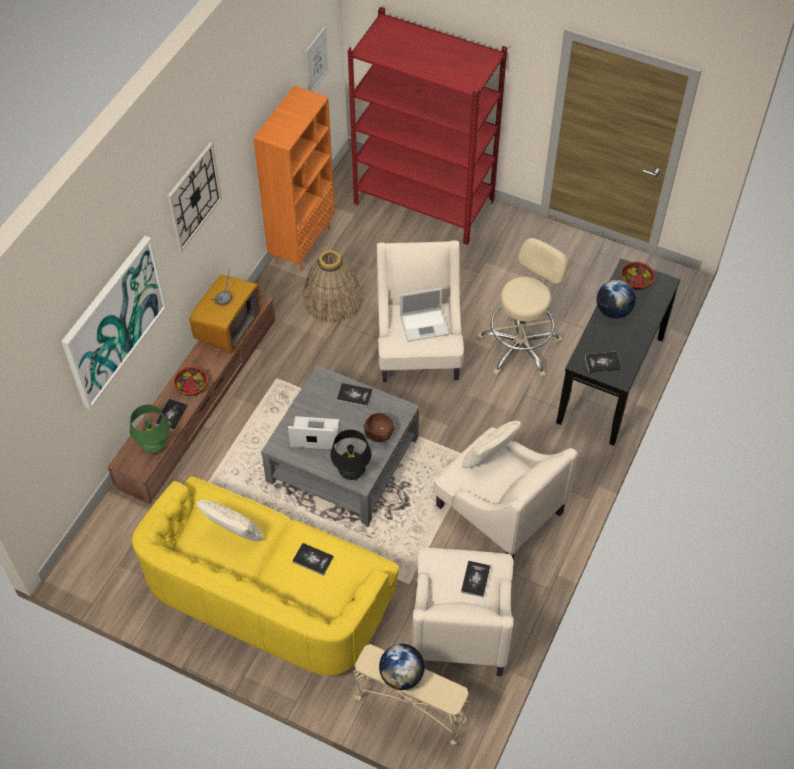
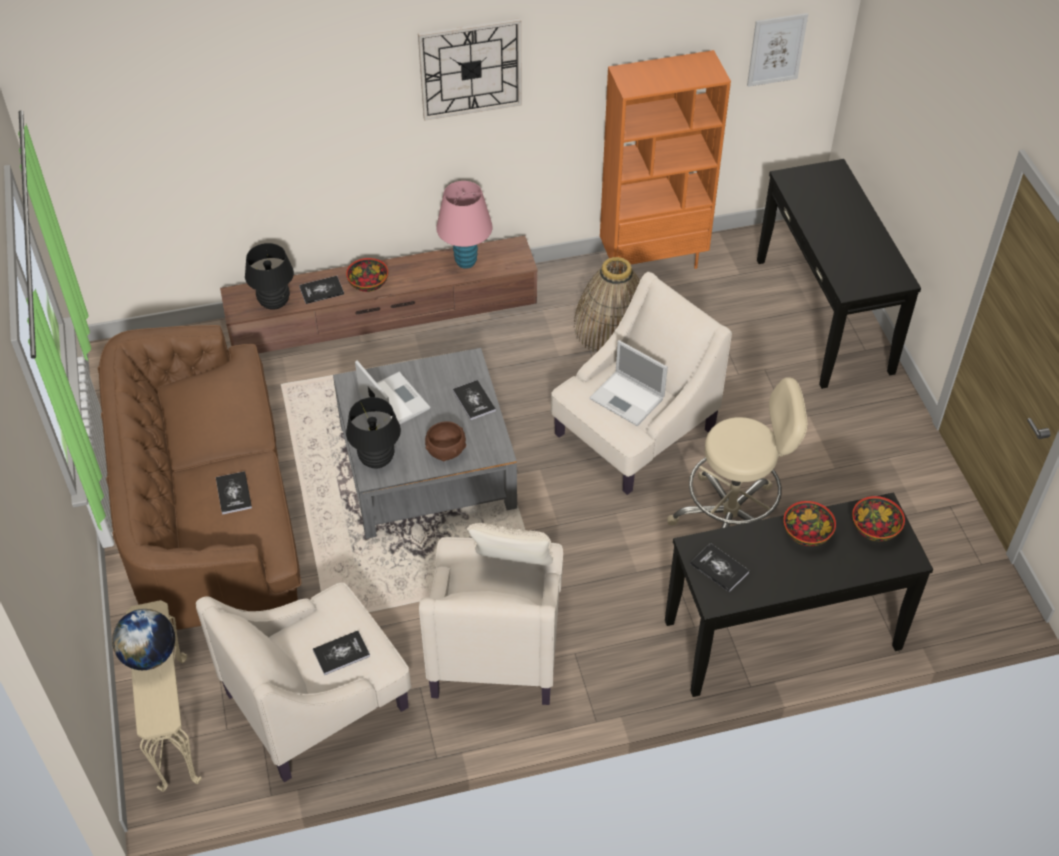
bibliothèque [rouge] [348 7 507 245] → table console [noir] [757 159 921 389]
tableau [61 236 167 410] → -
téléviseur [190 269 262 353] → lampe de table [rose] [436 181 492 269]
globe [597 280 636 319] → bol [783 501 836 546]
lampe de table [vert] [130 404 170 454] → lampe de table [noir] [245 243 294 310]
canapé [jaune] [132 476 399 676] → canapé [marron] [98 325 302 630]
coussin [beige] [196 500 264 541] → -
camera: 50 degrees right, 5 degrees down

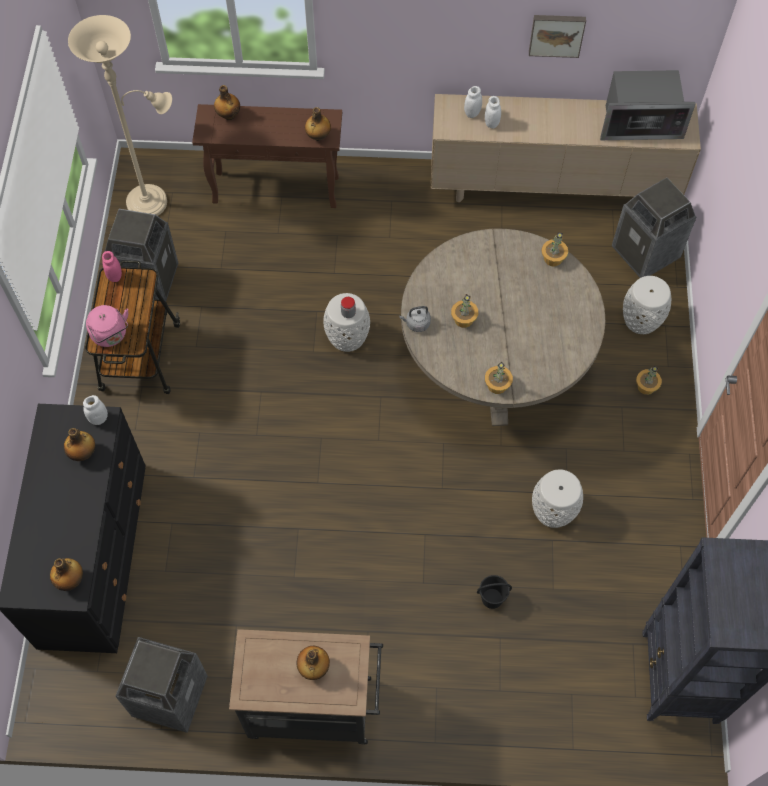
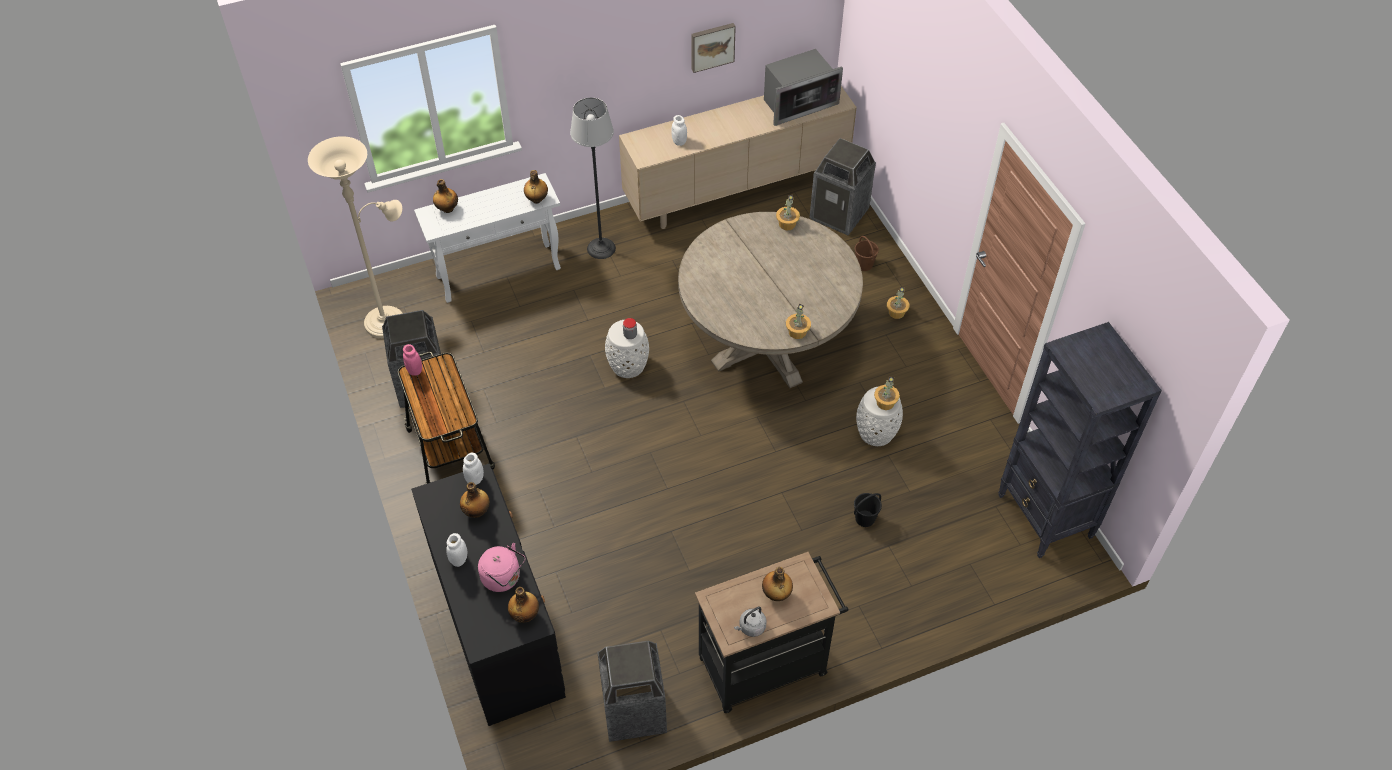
bocal [blanc] [464 86 482 118] → bocal [blanc] [446 533 467 567], shifted
table console [marron] [192 104 342 208] → table console [blanc] [414 173 561 303]
tabouret [blanc] [623 276 671 334] → seau [marron] [855 236 879 271]
plante en pot [451 294 478 328] → plante en pot [874 377 900 410], shifted
bouilloire [rose] [86 305 128 347] → bouilloire [rose] [478 543 526 592], shifted
bouilloire [gris] [399 306 431 332] → bouilloire [gris] [734 606 767 637], shifted
- → lampadaire [570 98 616 259]
camera: 25 degrees left, 10 degrees down

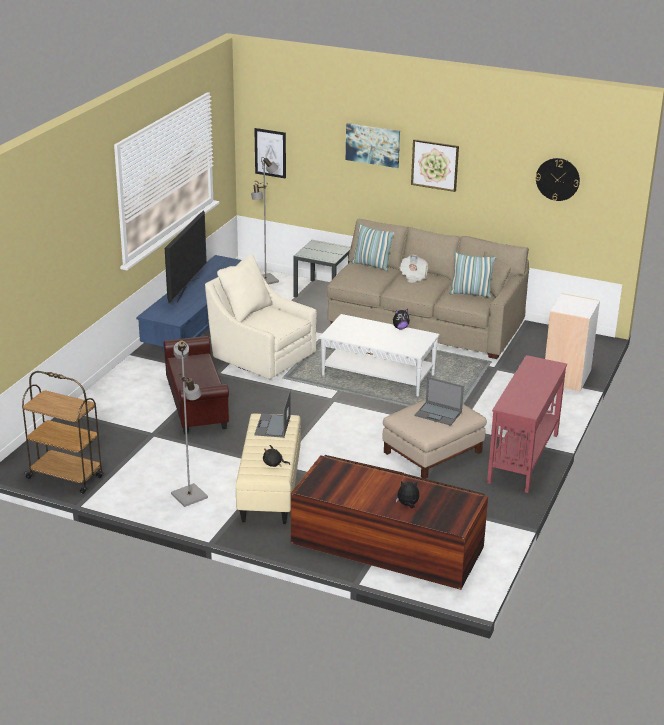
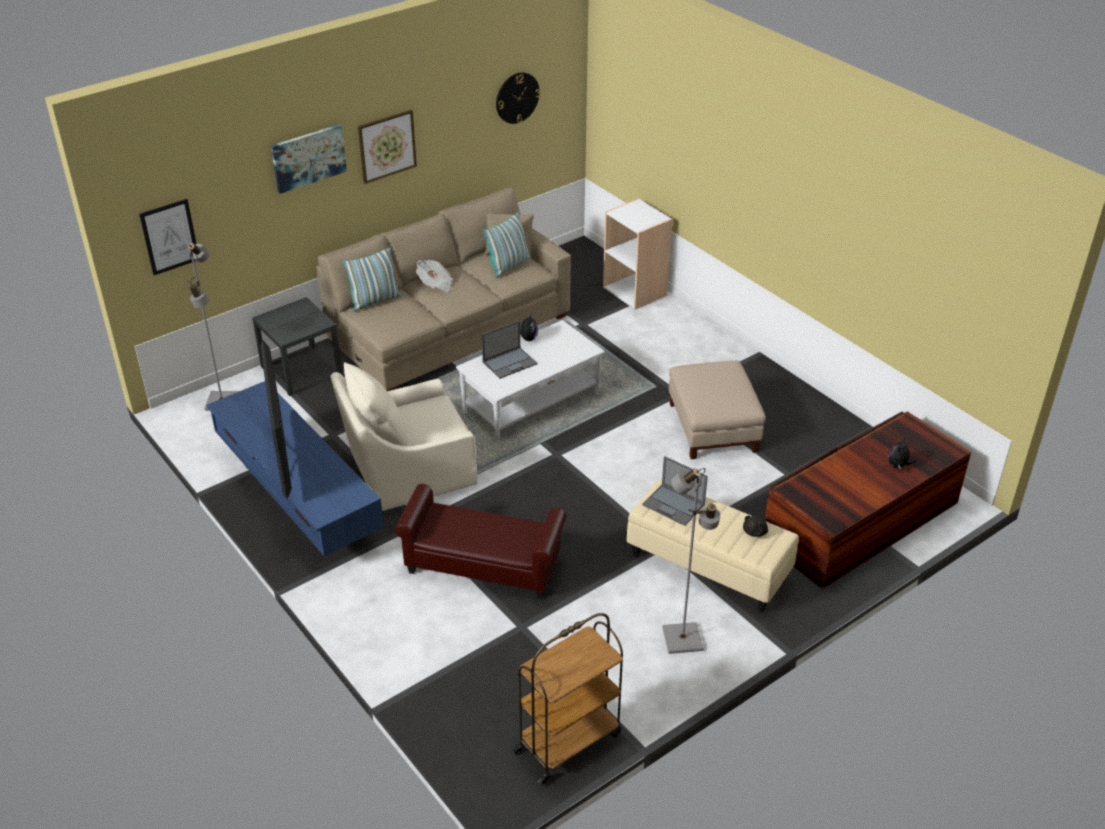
téléviseur [165 210 207 303] → téléviseur [260 341 292 499], 150 degrees counterclockwise
table console [rouge] [487 355 567 493] → -
ordinateur portable [415 377 464 426] → ordinateur portable [482 321 537 379], shifted
camera: 60 degrees left, 10 degrees up

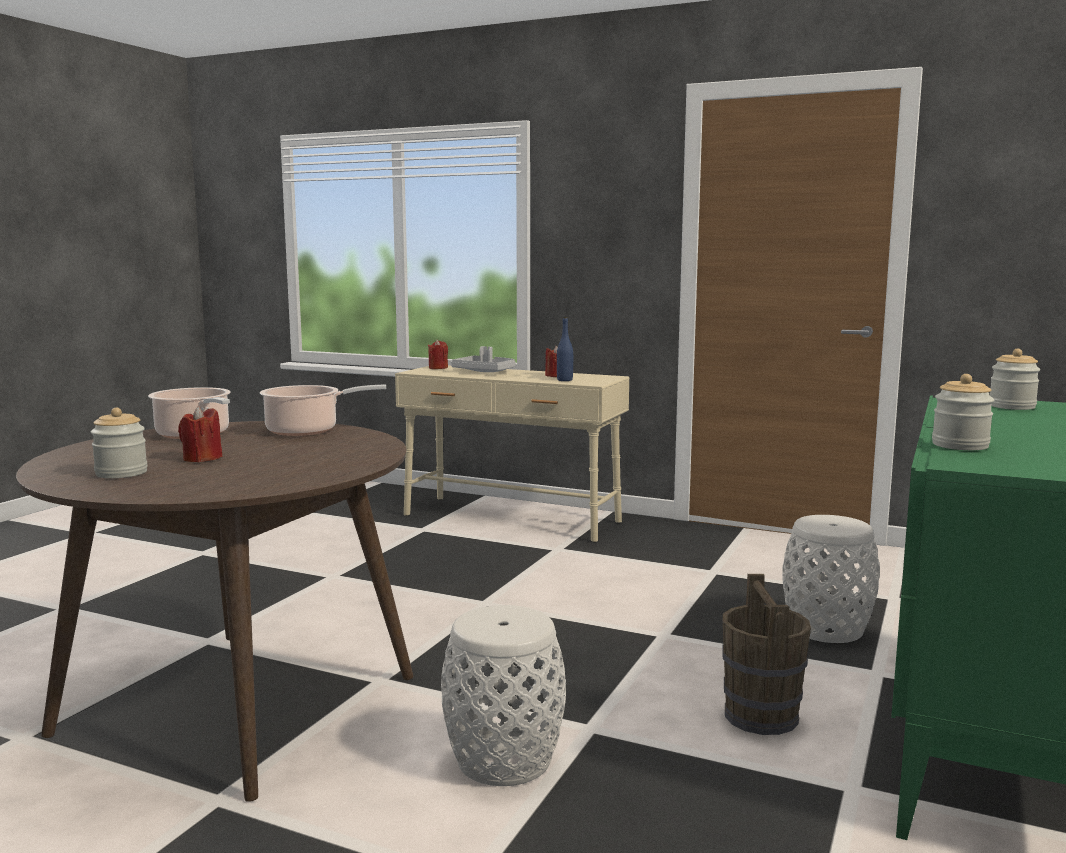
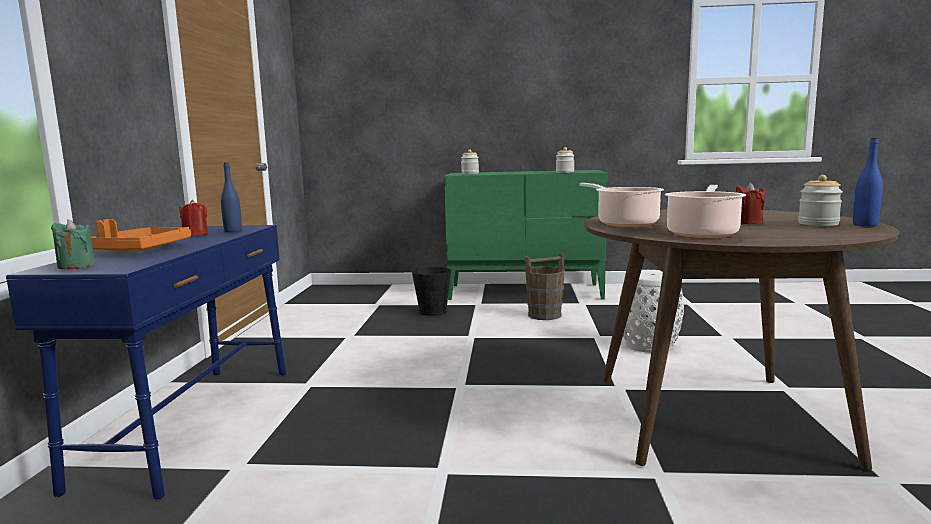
bougie [rouge] [428 340 448 369] → bougie [vert] [51 219 95 269]
plateau [gris] [451 346 516 372] → plateau [orange] [91 219 191 252]
table console [beige] [395 365 630 542] → table console [bleu] [6 225 286 499]
tabouret [blanc] [782 515 880 643] → seau [noir] [411 267 451 316]
- → bouteille [bleu] [853 138 883 226]
camera: 110 degrees left, 0 degrees up

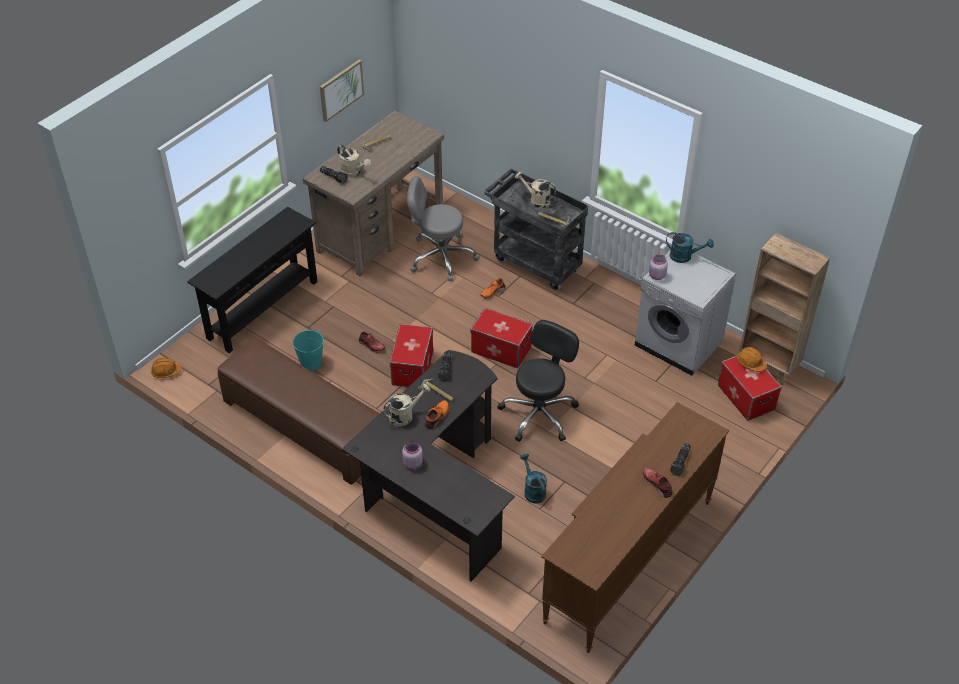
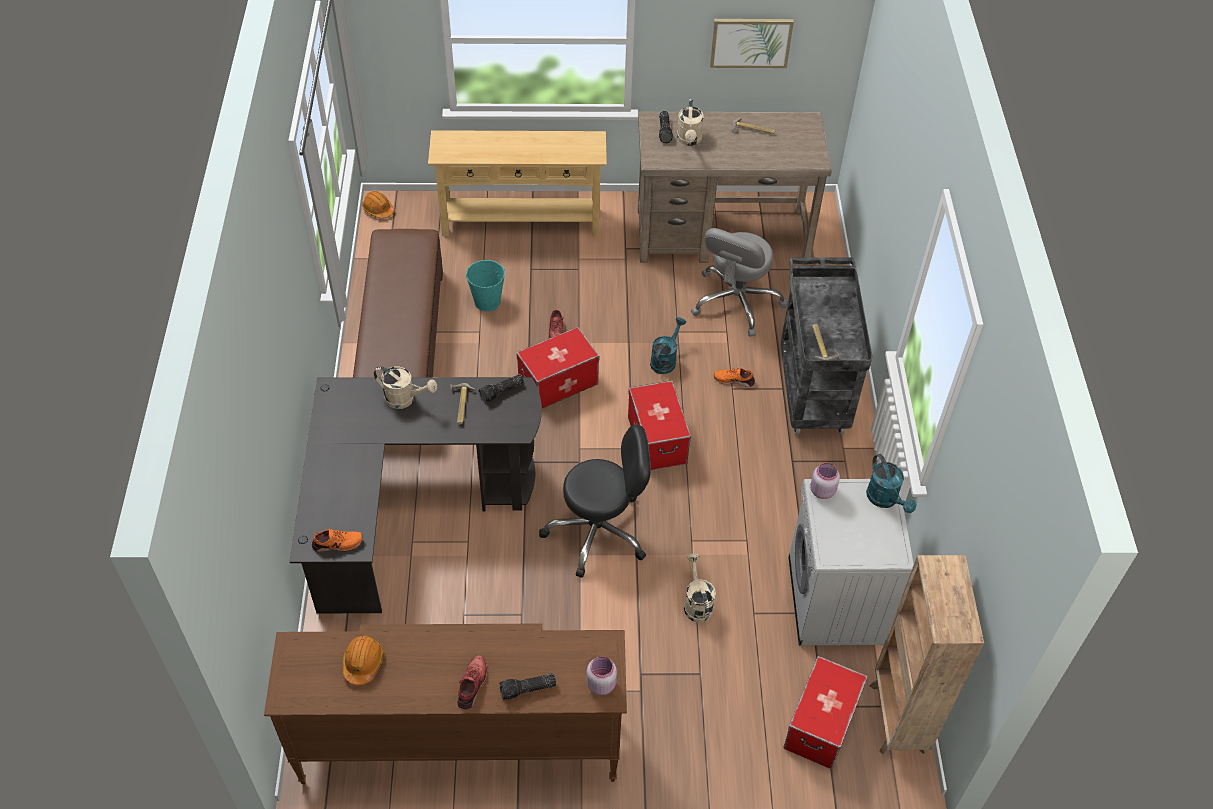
arrosoir [beige] [515 172 556 208] → arrosoir [beige] [684 553 716 623], shifted
chaise de bureau [gris] [407 176 480 281] → chaise de bureau [gris] [691 228 788 337], 120 degrees counterclockwise
table console [noir] [187 207 318 353] → table console [beige] [428 130 607 236]
casque de chantier [orange] [737 347 767 372] → casque de chantier [orange] [343 636 383 686], shifted
chaussure [orange] [425 401 449 429] → chaussure [orange] [312 529 363 552], shifted
bocal [rose] [402 441 423 469] → bocal [rose] [586 656 617 695], shifted
arrosoir [turquoise] [520 454 547 503] → arrosoir [turquoise] [650 317 686 374], shifted
camera: 50 degrees right, 5 degrees up

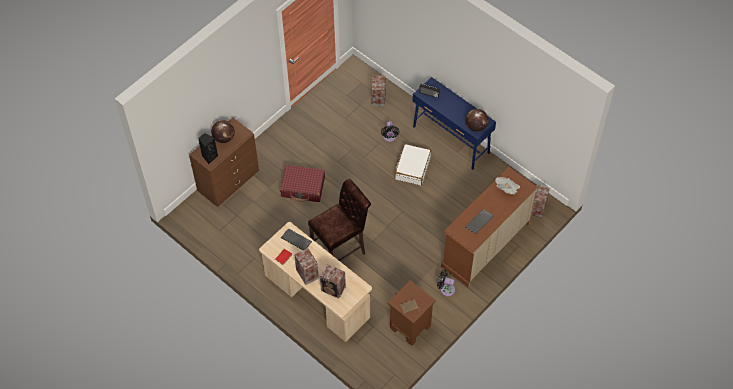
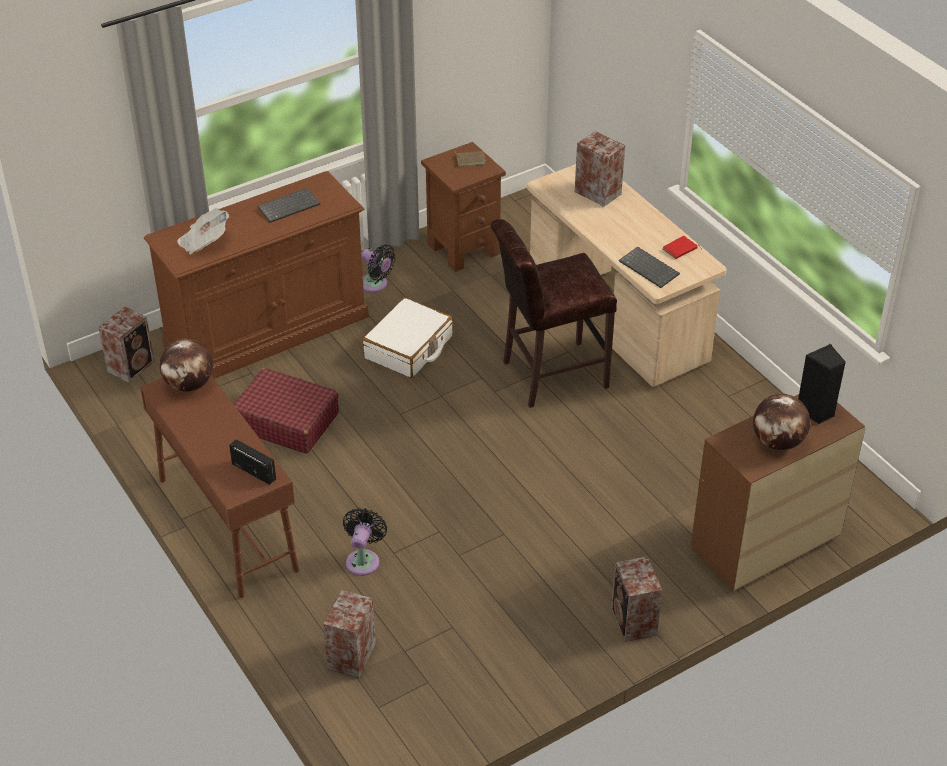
table console [bleu] [413 77 496 170] → table console [marron] [140 376 299 598]
valise [blanc] [395 144 431 186] → valise [blanc] [362 298 453 378], shifted
valise [rouge] [280 165 325 202] → valise [rouge] [233 368 339 454], shifted
enceinte [295 248 319 285] → enceinte [611 556 662 642], shifted
camera: 165 degrees left, 15 degrees down

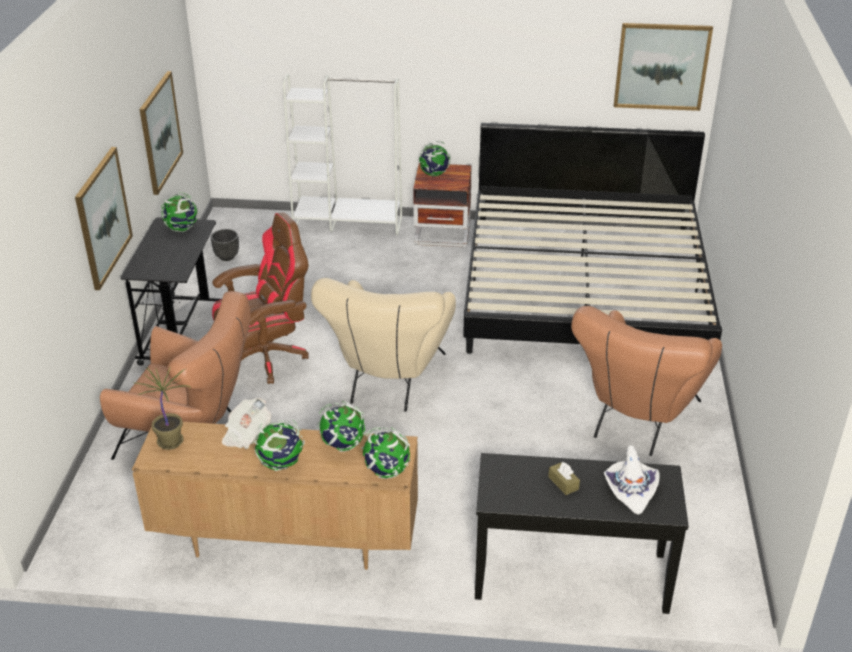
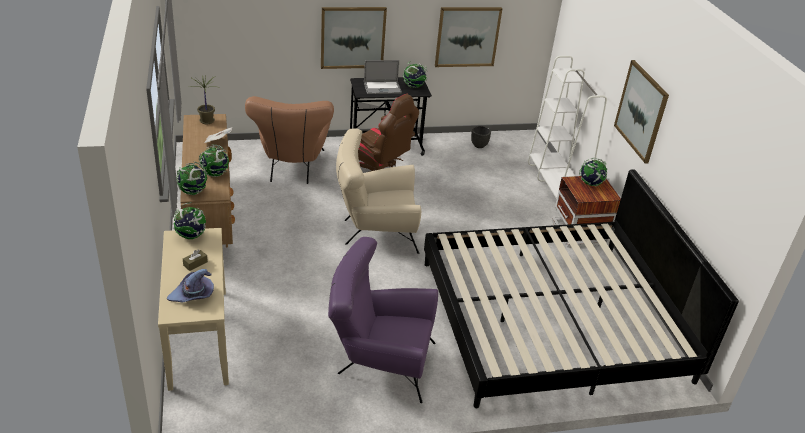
tableau [614 23 713 111] → tableau [614 60 669 164], shifted
fauteuil [marron] [571 306 722 456] → fauteuil [violet] [328 237 438 403]
globe [255 420 305 471] → globe [173 202 206 239], shifted
chapeau [blanc] [604 445 660 515] → chapeau [violet] [167 269 214 303]
table console [noir] [475 453 689 614] → table console [beige] [158 228 229 391]
- → ordinateur portable [364 60 402 94]
camera: 70 degrees right, 0 degrees up

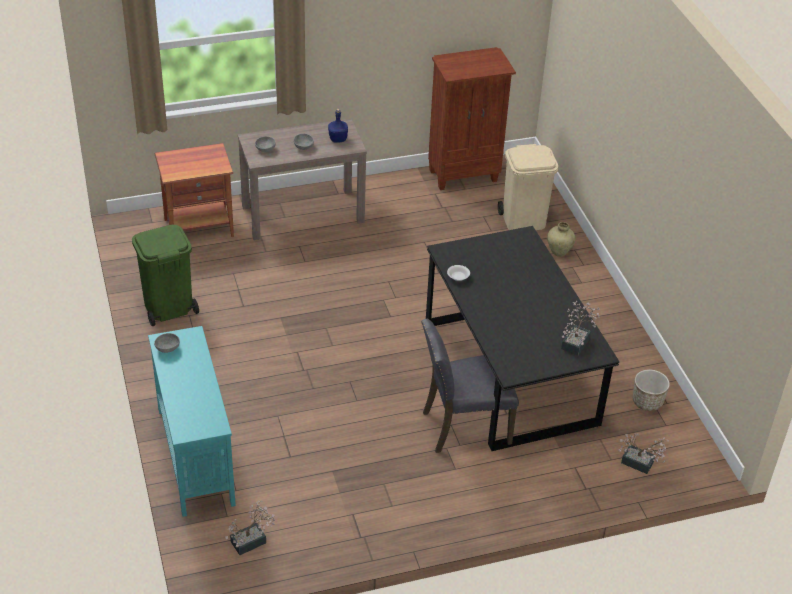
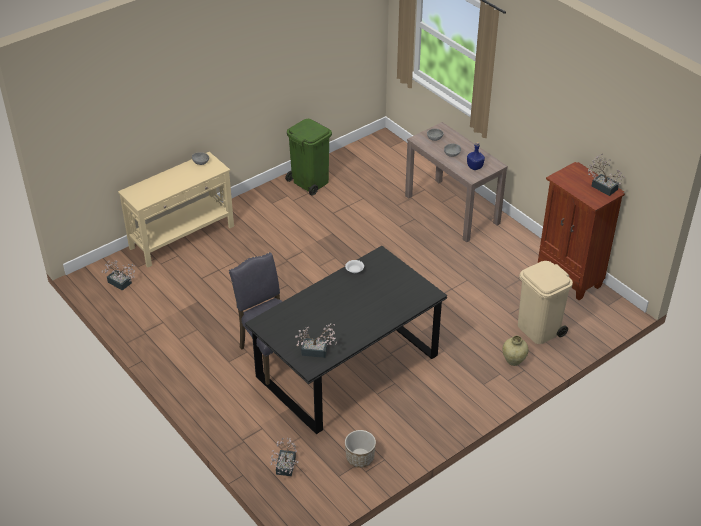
table de chevet [155 143 234 237] → -
table console [turquoise] [148 326 236 517] → table console [beige] [118 152 234 268]
- → plante en pot [588 154 625 196]
camera: 70 degrees right, 0 degrees up

